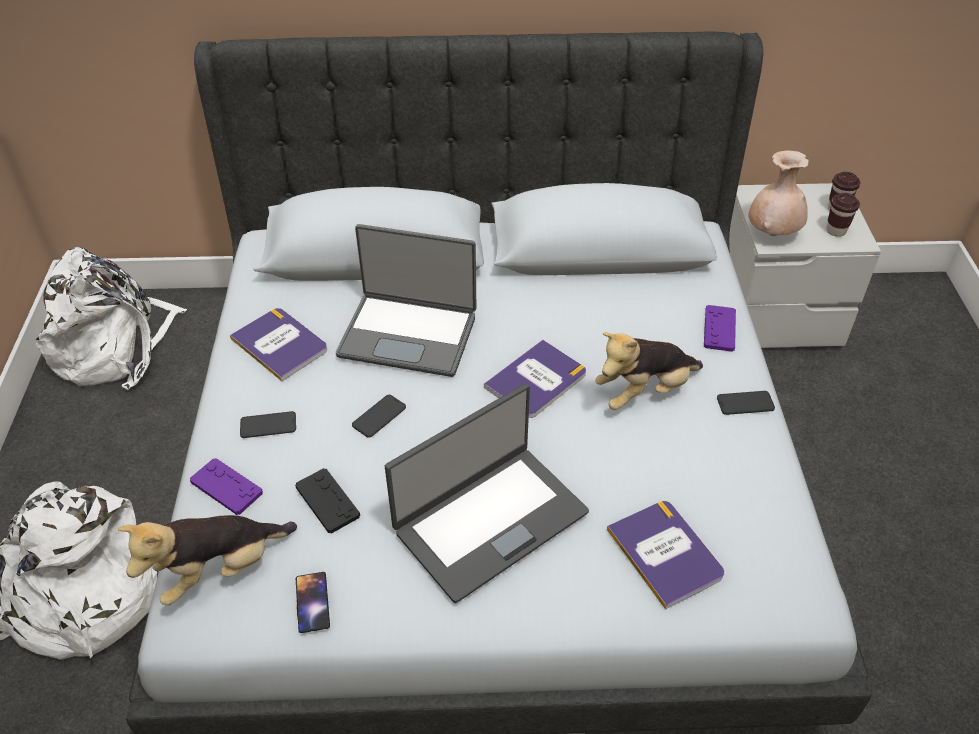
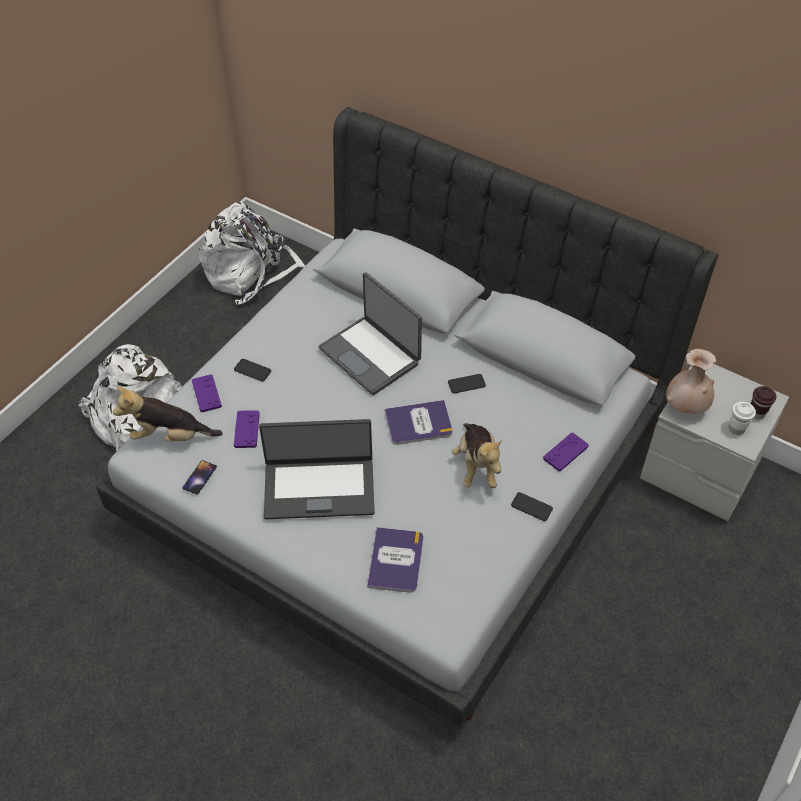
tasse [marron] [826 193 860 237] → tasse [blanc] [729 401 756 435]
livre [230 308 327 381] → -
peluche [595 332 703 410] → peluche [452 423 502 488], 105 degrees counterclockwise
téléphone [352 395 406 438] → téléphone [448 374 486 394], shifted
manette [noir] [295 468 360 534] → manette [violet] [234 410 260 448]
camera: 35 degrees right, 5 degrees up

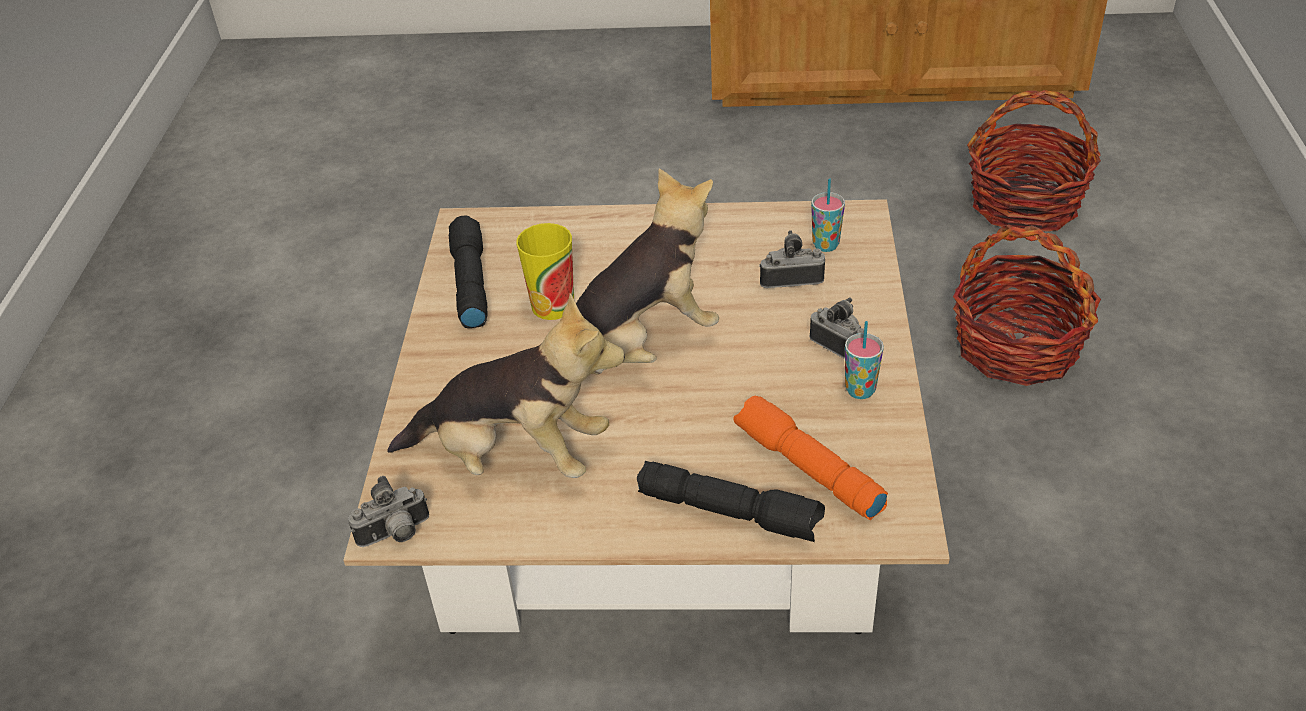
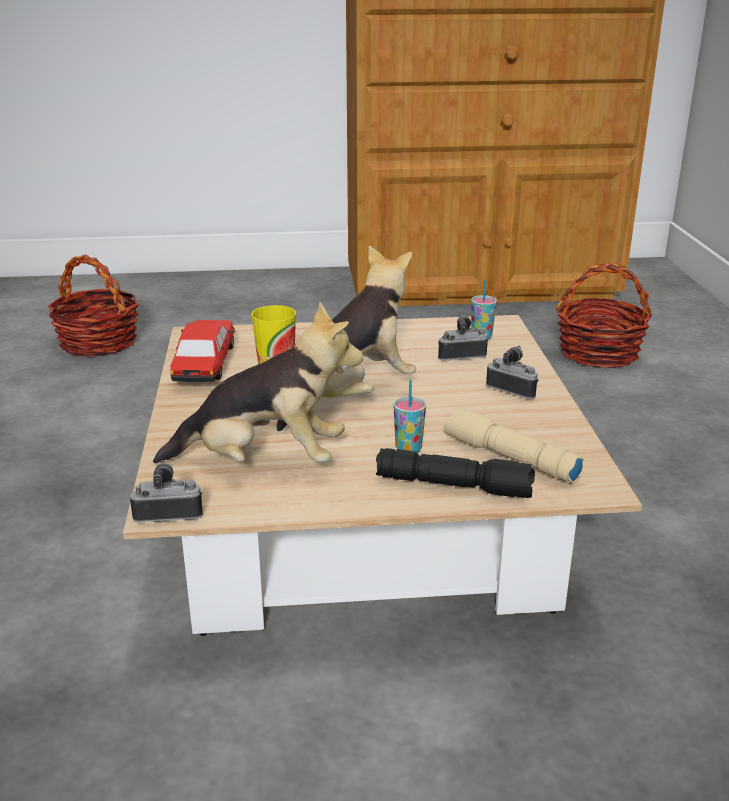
lampe de poche [noir] [449 216 488 328] → petite voiture [171 320 235 382]
panier [953 225 1101 386] → panier [48 255 139 357], shifted
tasse [845 321 884 399] → tasse [394 380 426 453], shifted
lampe de poche [orange] [733 396 888 520] → lampe de poche [beige] [443 407 584 483]
appareil photo [348 476 429 547] → appareil photo [130 460 203 523], 150 degrees counterclockwise
camera: 10 degrees left, 15 degrees down

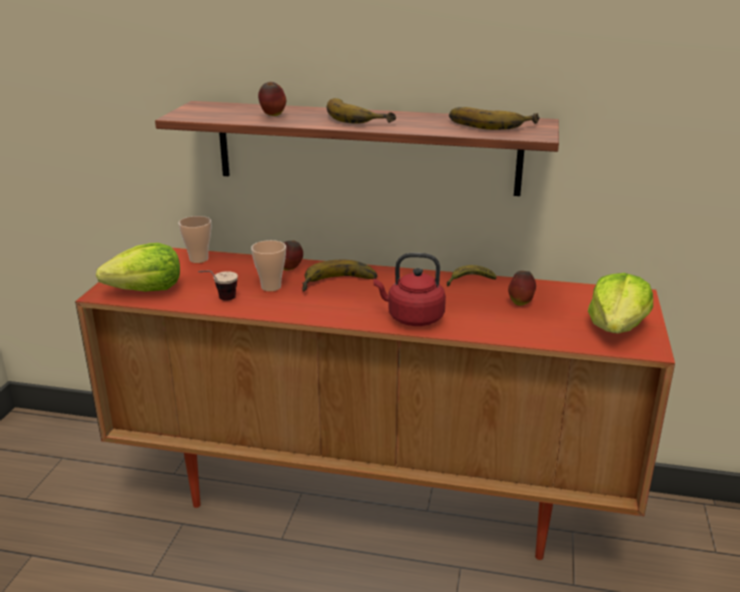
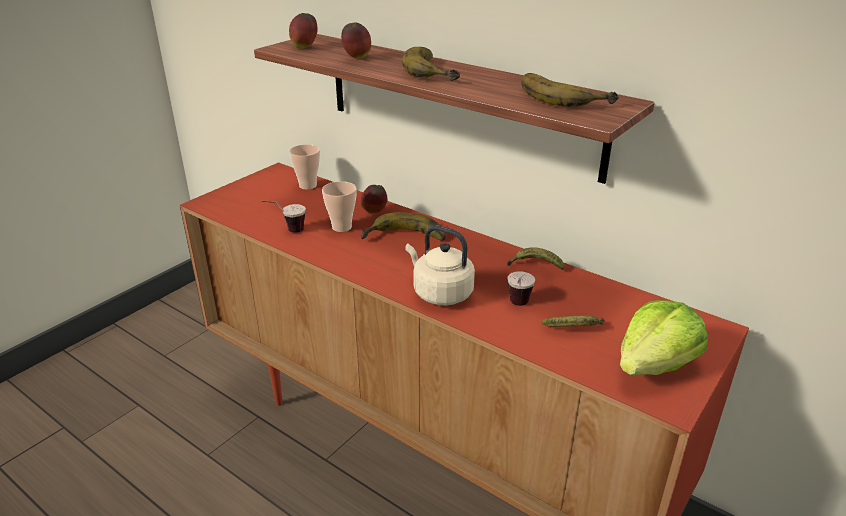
laitue [96 243 180 292] → -
bouilloire [rouge] [373 253 446 326] → bouilloire [beige] [405 225 475 306]
pomme [508 271 536 306] → pomme [289 13 318 49], shifted
- → tasse [507 271 535 306]
- → banane [542 315 605 327]
camera: 25 degrees right, 5 degrees up

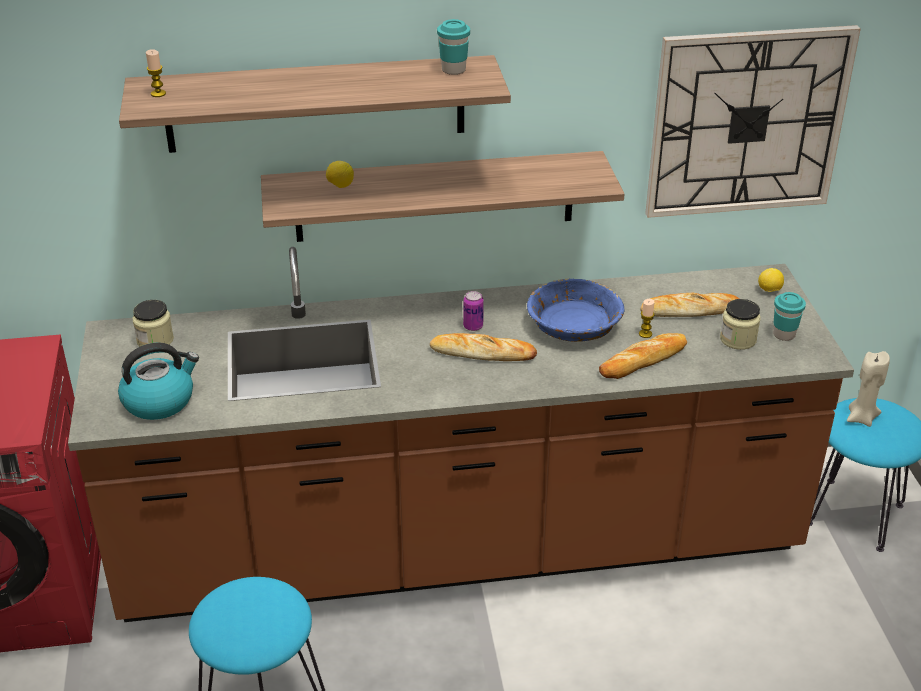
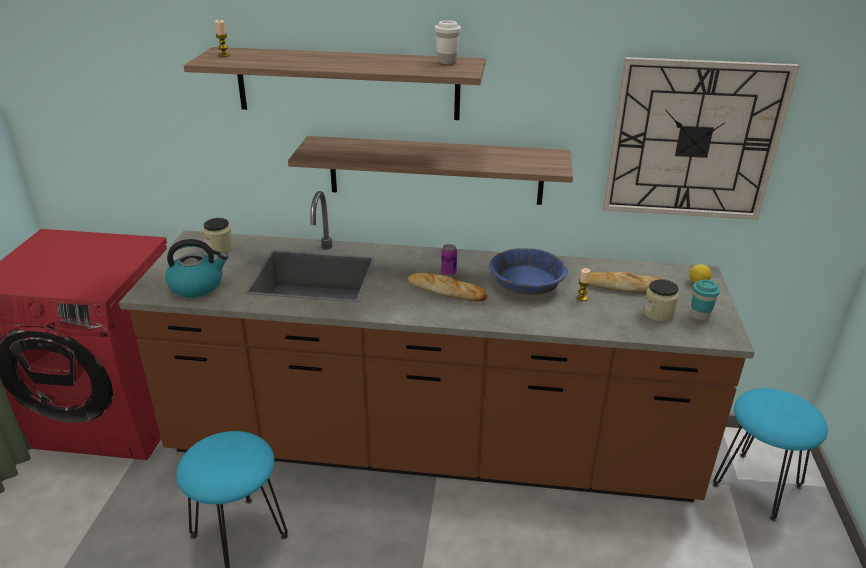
tasse [turquoise] [437 19 470 75] → tasse [blanc] [435 21 461 65]
citron [326 161 354 188] → -
pain [599 333 687 379] → -
bougie [beige] [847 351 890 427] → -
camera: 15 degrees right, 5 degrees down

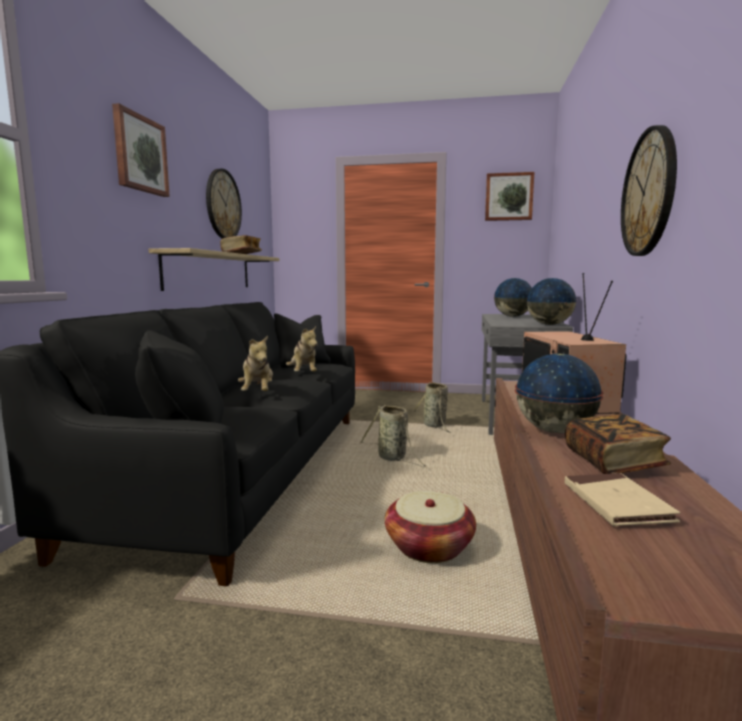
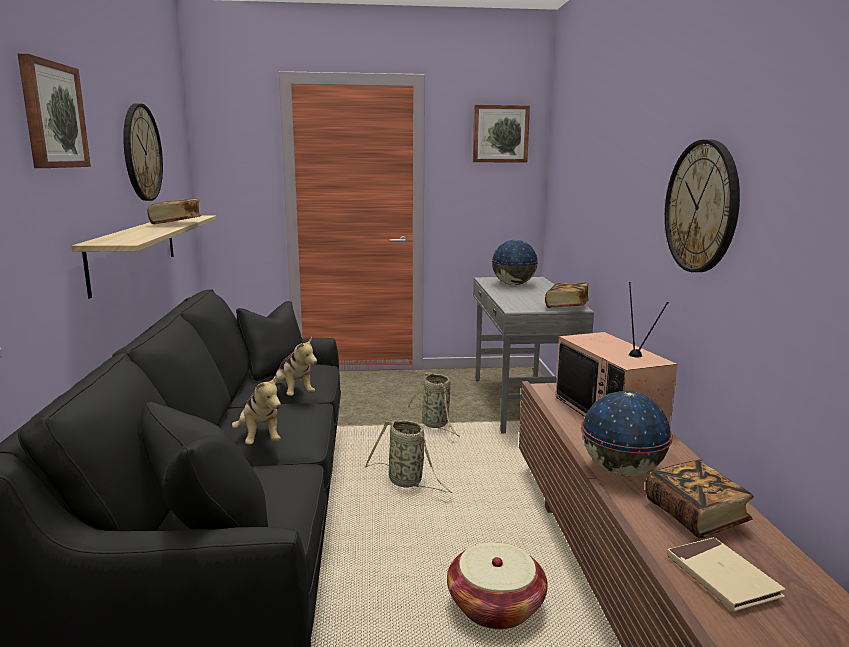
globe [526 278 577 325] → livre [545 283 589 308]
camera: 15 degrees left, 5 degrees up

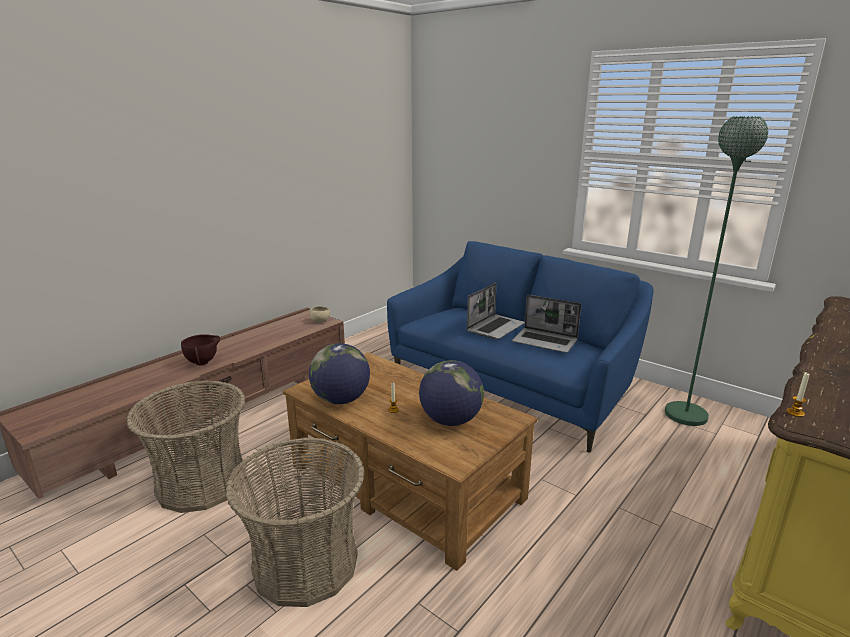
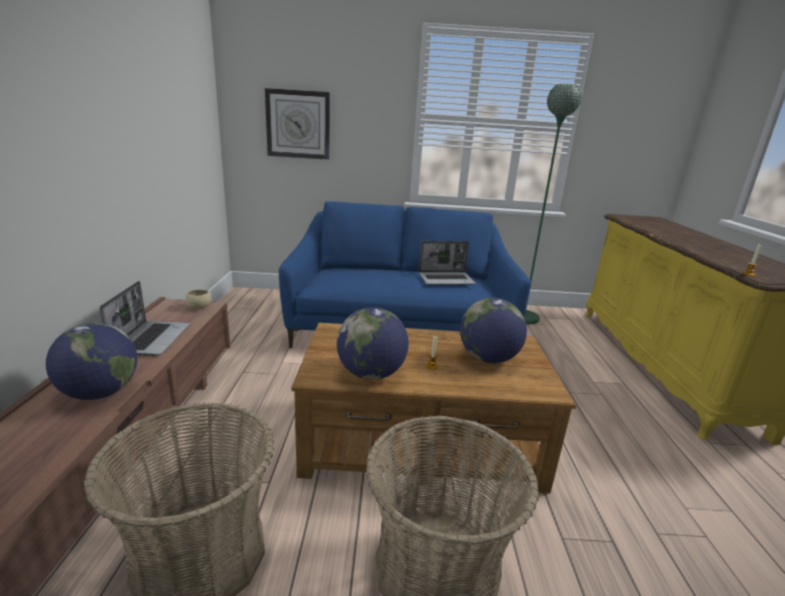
ordinateur portable [467 283 525 339] → ordinateur portable [100 281 190 356], shifted
bol [marron] [181 334 220 365] → globe [46 323 137 400]
- → horloge murale [265 88 330 160]
camera: 40 degrees left, 0 degrees up

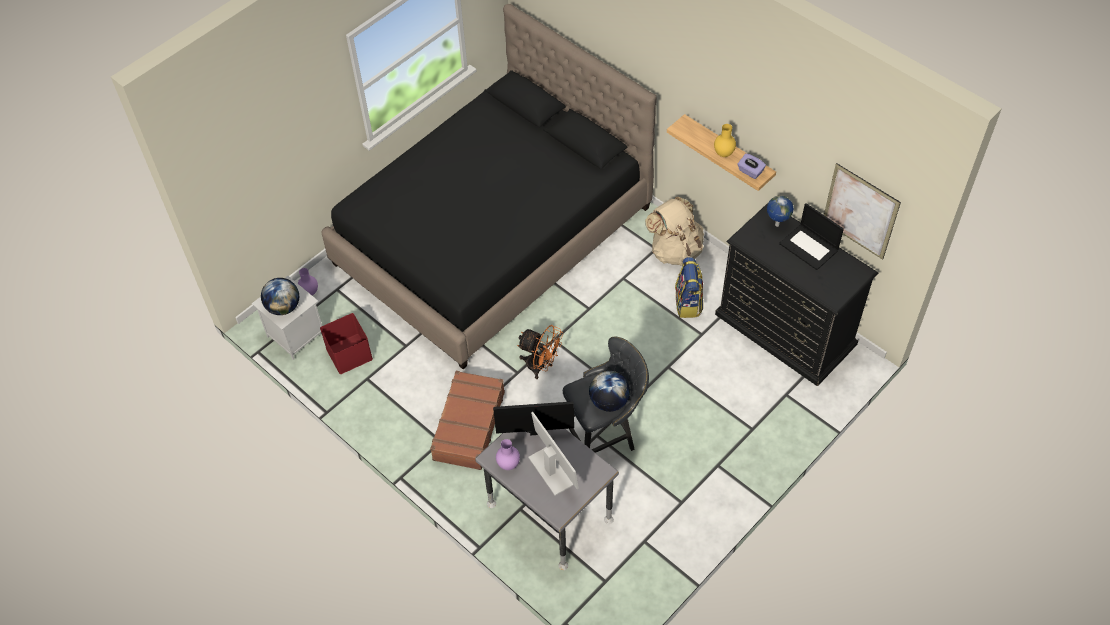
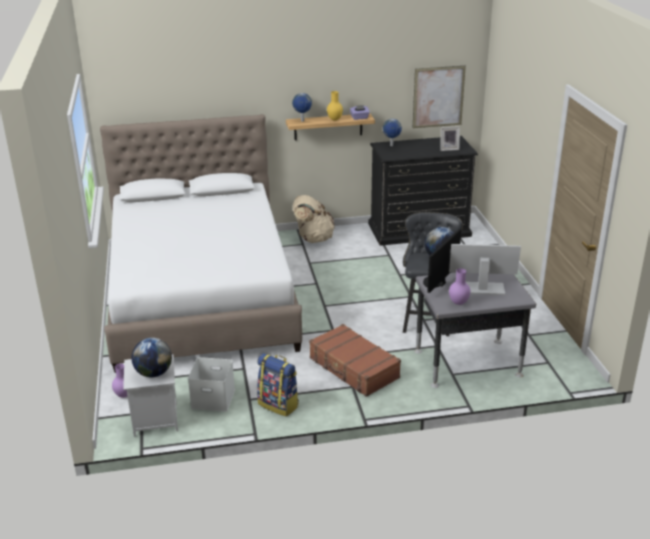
lit [noir] [321 4 657 369] → lit [blanc] [100 114 302 373]
ordinateur portable [779 203 844 270] → -
sac à dos [675 257 703 318] → sac à dos [257 353 299 417], shifted
boîte de rangement [rouge] [320 313 373 374] → boîte de rangement [blanc] [188 357 235 412]
ventilateur [orange] [517 325 564 379] → -
- → globe [292 93 312 122]
- → cadre photo [440 126 460 151]
camera: 55 degrees left, 25 degrees down

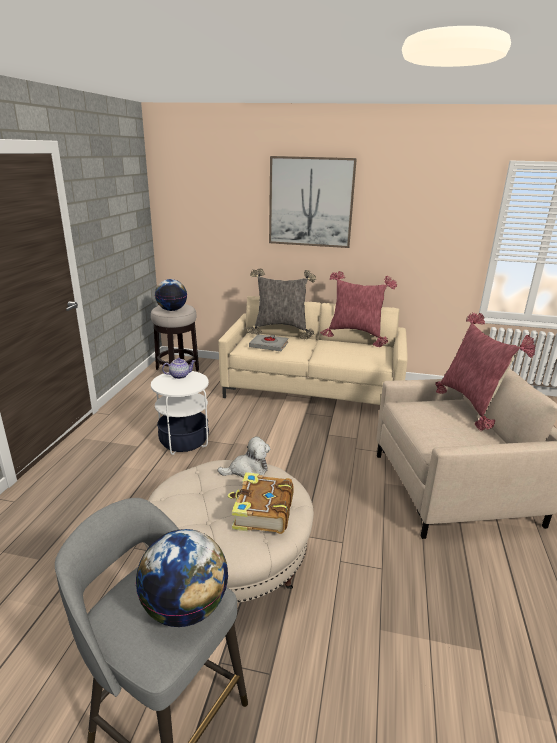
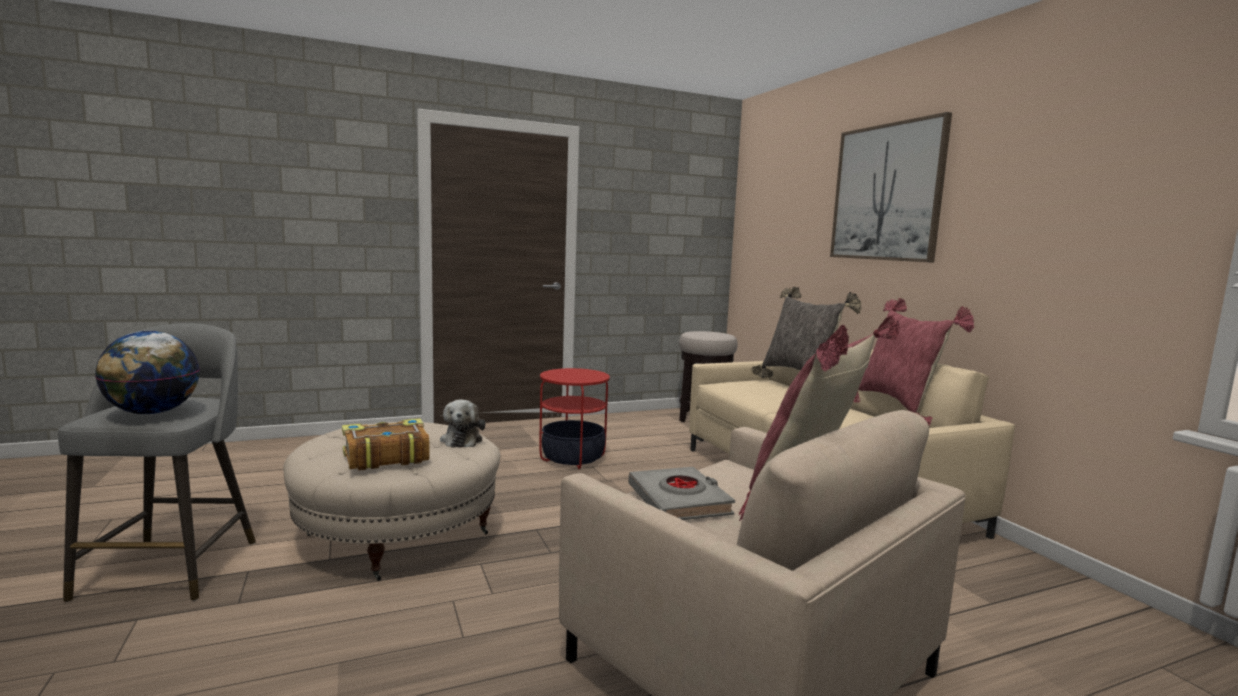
globe [155 279 187 311] → -
livre [gris] [249 334 288 351] → livre [gris] [629 467 735 520], shifted
théière [162 358 195 379] → -
table d'appoint [blanc] [151 371 209 455] → table d'appoint [rouge] [539 368 610 469]
peluche [217 436 270 478] → peluche [440 400 485 448], 45 degrees clockwise
camera: 55 degrees right, 15 degrees down

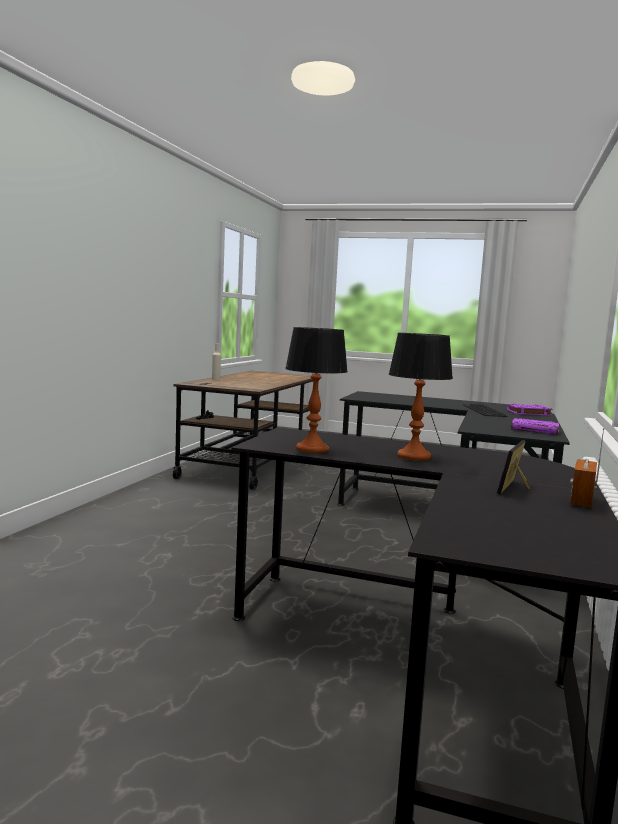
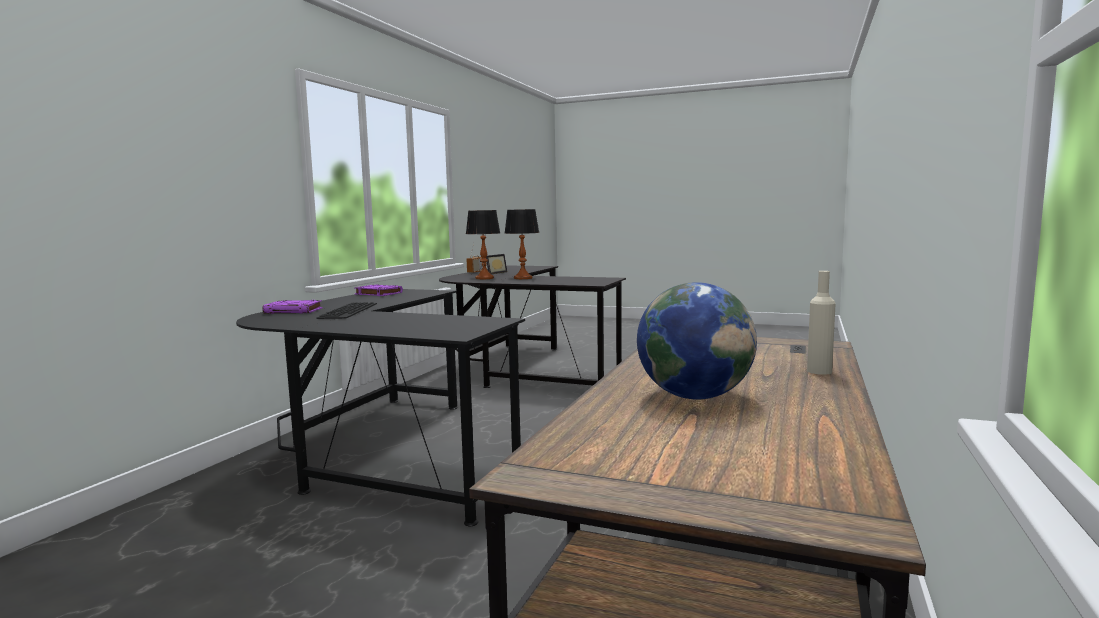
lampe de table [285 327 348 453] → lampe de table [466 210 500 279], shifted
- → globe [637 282 757 399]
camera: 175 degrees left, 0 degrees up

